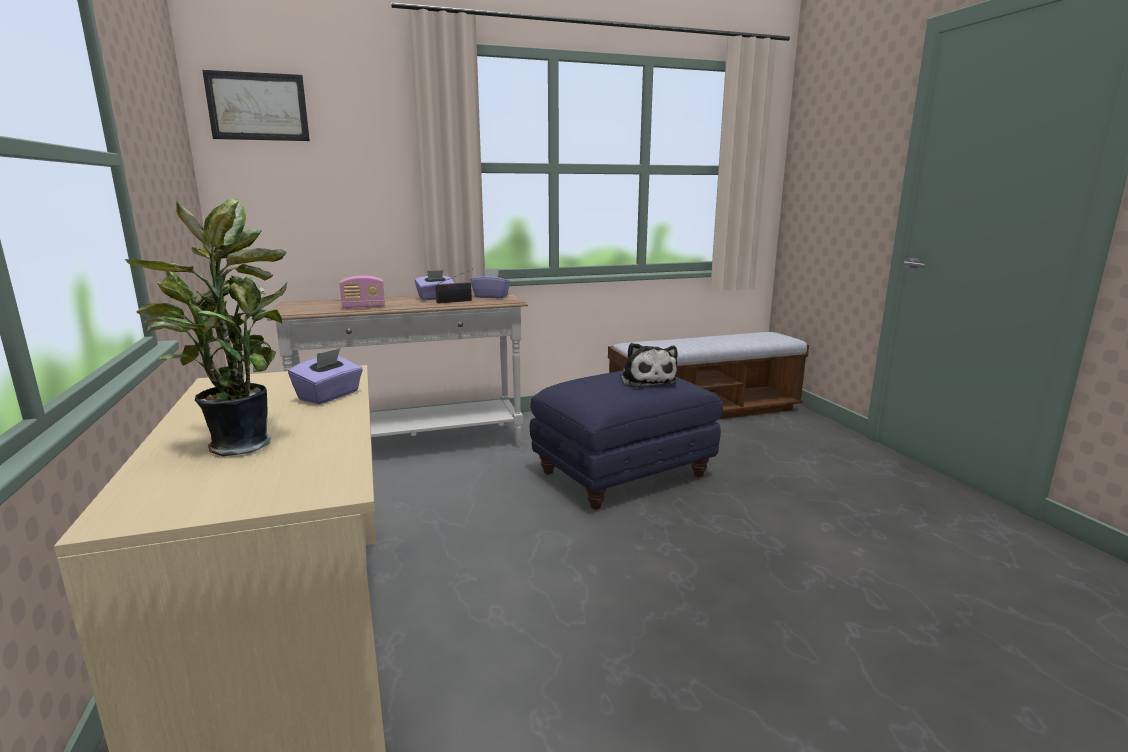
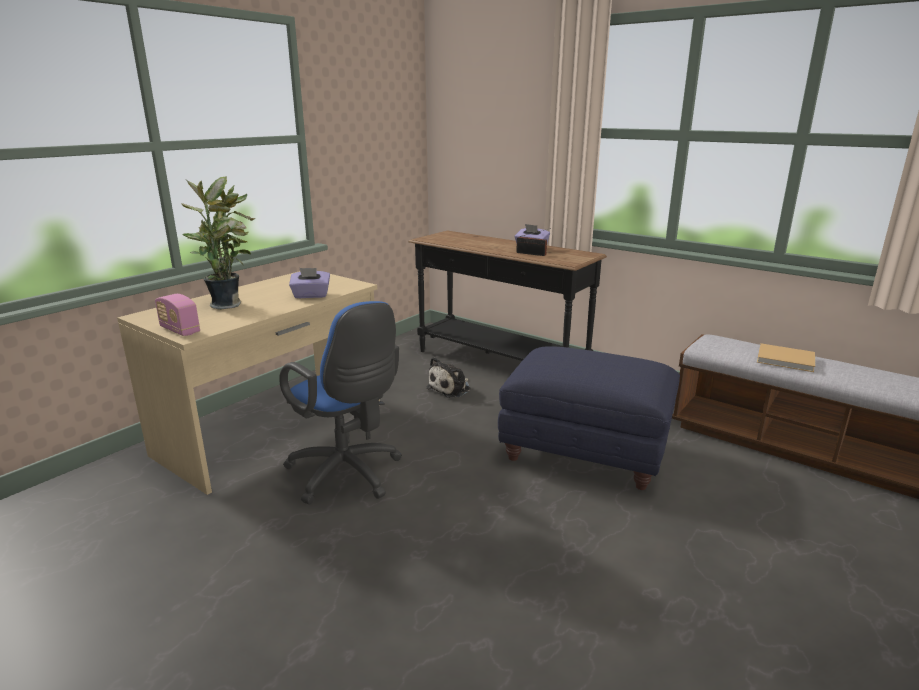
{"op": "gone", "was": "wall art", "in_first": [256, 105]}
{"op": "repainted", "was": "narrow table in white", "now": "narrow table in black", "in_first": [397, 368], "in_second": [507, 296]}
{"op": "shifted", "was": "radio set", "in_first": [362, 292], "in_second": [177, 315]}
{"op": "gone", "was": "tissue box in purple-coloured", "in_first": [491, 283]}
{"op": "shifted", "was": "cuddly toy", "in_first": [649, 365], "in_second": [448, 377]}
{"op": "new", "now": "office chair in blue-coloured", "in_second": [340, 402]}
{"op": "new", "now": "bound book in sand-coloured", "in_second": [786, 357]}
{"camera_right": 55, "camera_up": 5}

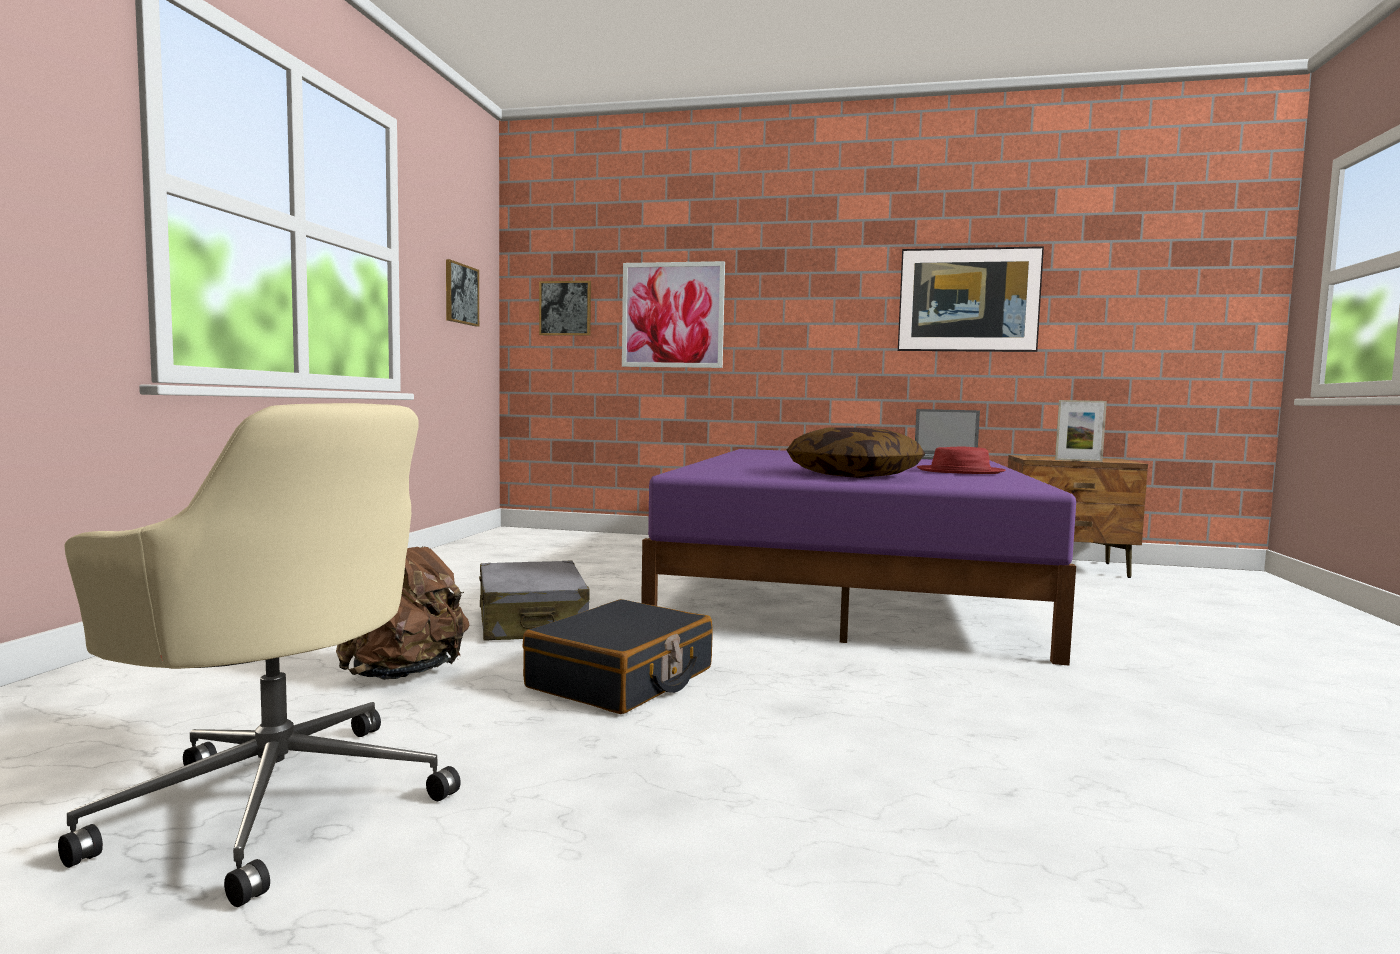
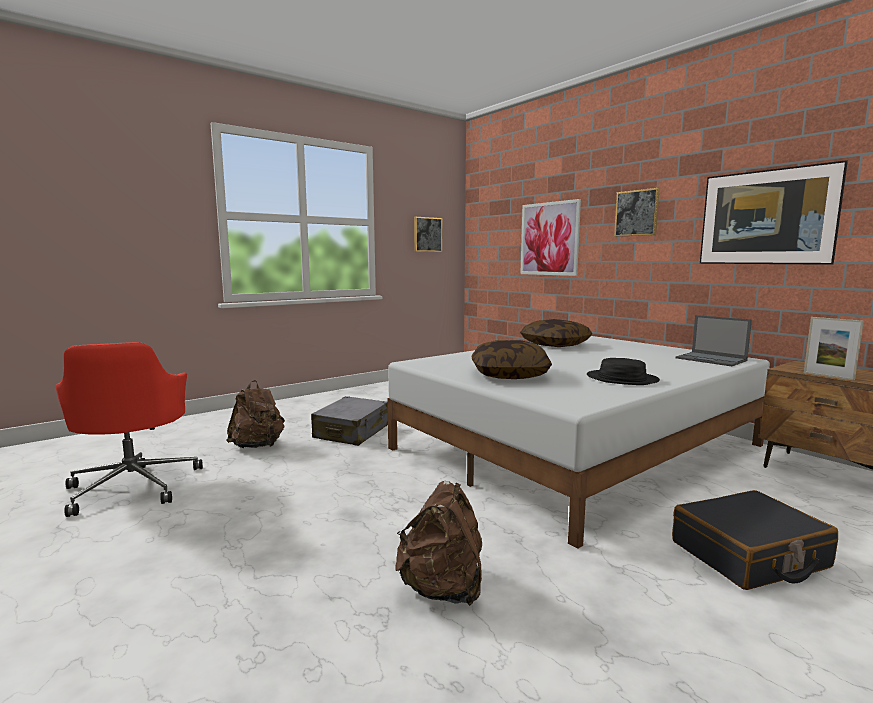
{"op": "repainted", "was": "office chair in sand-coloured", "now": "office chair in reddish", "in_first": [259, 655], "in_second": [129, 429]}
{"op": "shifted", "was": "piece of luggage in black", "in_first": [618, 656], "in_second": [755, 540]}
{"op": "shifted", "was": "wall art", "in_first": [565, 308], "in_second": [637, 212]}
{"op": "repainted", "was": "bedroom bed in purple-coloured", "now": "bedroom bed in white", "in_first": [858, 557], "in_second": [578, 442]}
{"op": "repainted", "was": "hat in reddish", "now": "hat in black", "in_first": [961, 460], "in_second": [623, 371]}
{"op": "new", "now": "rucksack in brown", "in_second": [438, 543]}
{"op": "new", "now": "cushion", "in_second": [556, 333]}
{"camera_right": 40, "camera_up": 5}

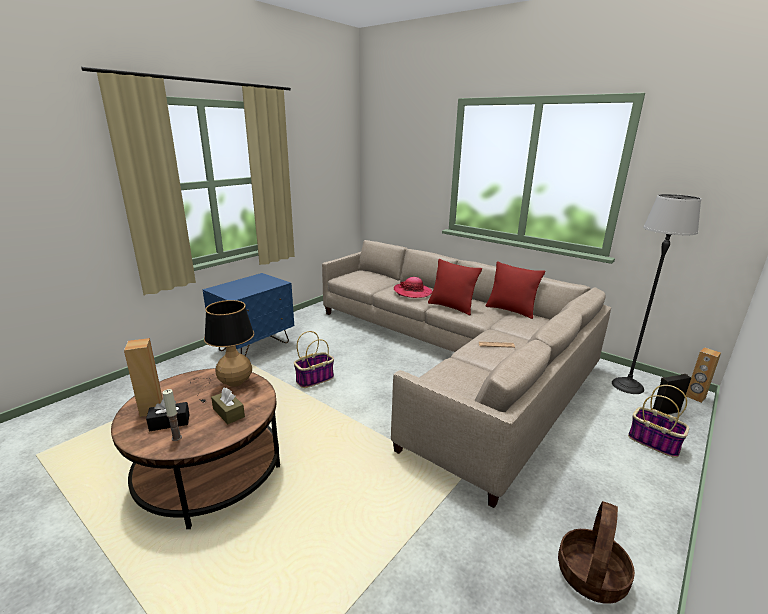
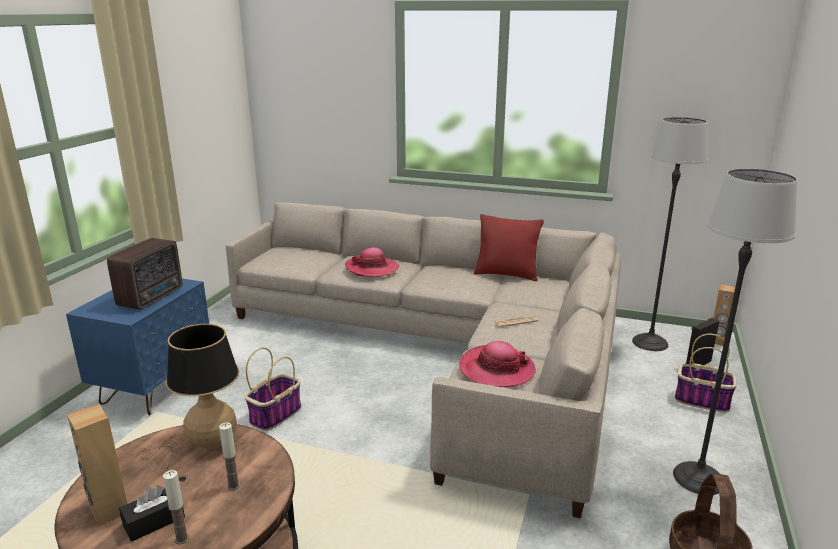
{"op": "swapped", "was": "tissue box in brown", "now": "wax candle", "in_first": [228, 406], "in_second": [229, 456]}
{"op": "gone", "was": "cushion in reddish", "in_first": [455, 287]}
{"op": "new", "now": "radio set", "in_second": [144, 274]}
{"op": "new", "now": "hat", "in_second": [497, 364]}
{"op": "new", "now": "standing lamp", "in_second": [735, 332]}
{"camera_right": -20, "camera_up": 0}

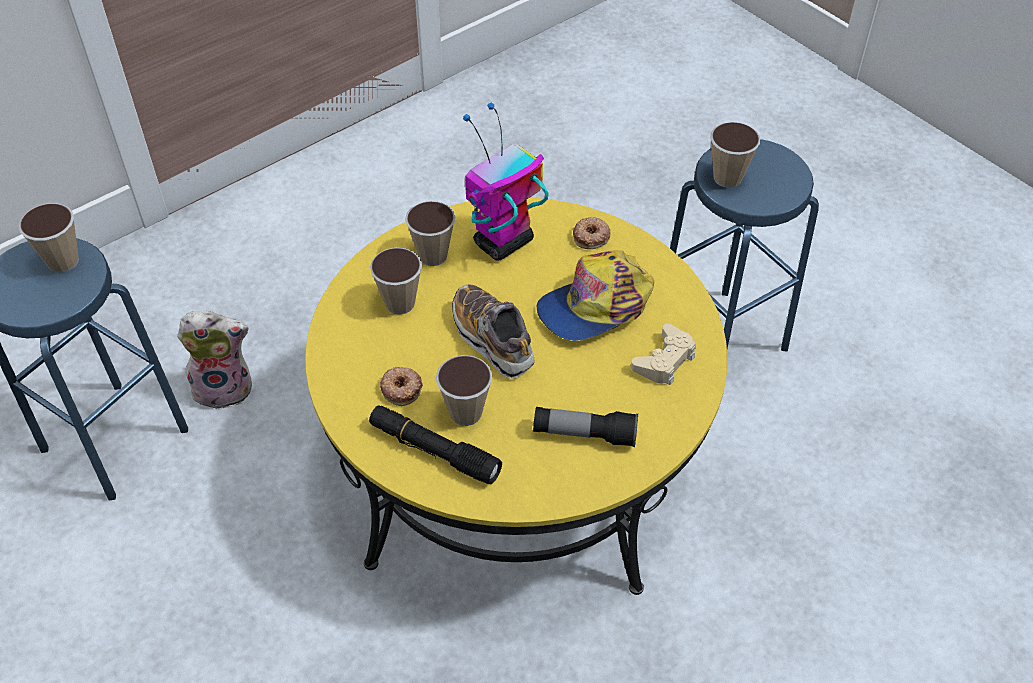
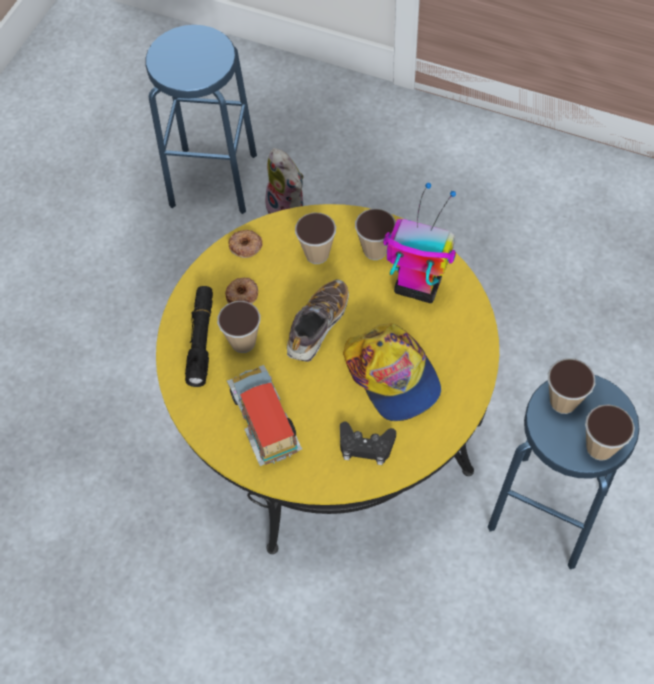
{"op": "shifted", "was": "drinking cup", "in_first": [49, 238], "in_second": [610, 432]}
{"op": "swapped", "was": "torch", "now": "toy truck", "in_first": [585, 427], "in_second": [264, 415]}
{"op": "rotated", "was": "baseball cap", "in_first": [595, 295], "in_second": [392, 372], "clockwise": -150}
{"op": "shifted", "was": "ring doughnut", "in_first": [591, 233], "in_second": [245, 244]}
{"op": "repainted", "was": "joypad in sand-coloured", "now": "joypad in black", "in_first": [663, 354], "in_second": [368, 443]}
{"camera_right": 65, "camera_up": 10}

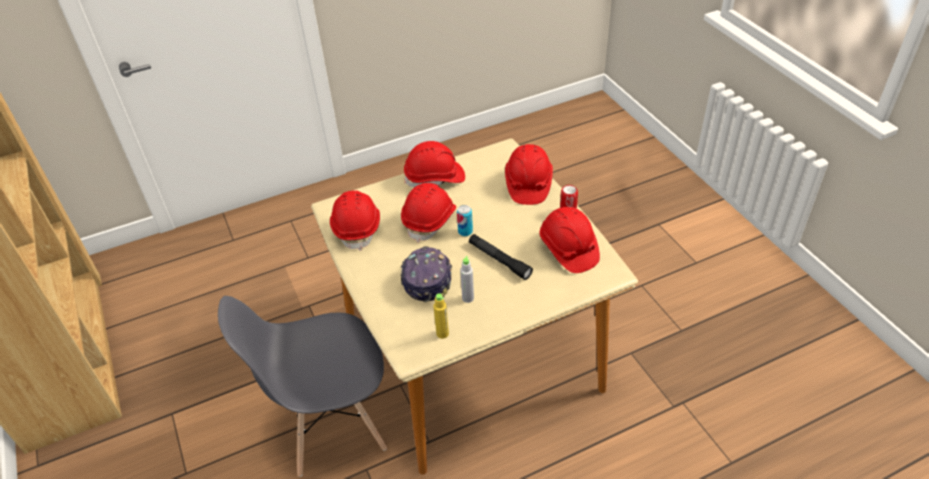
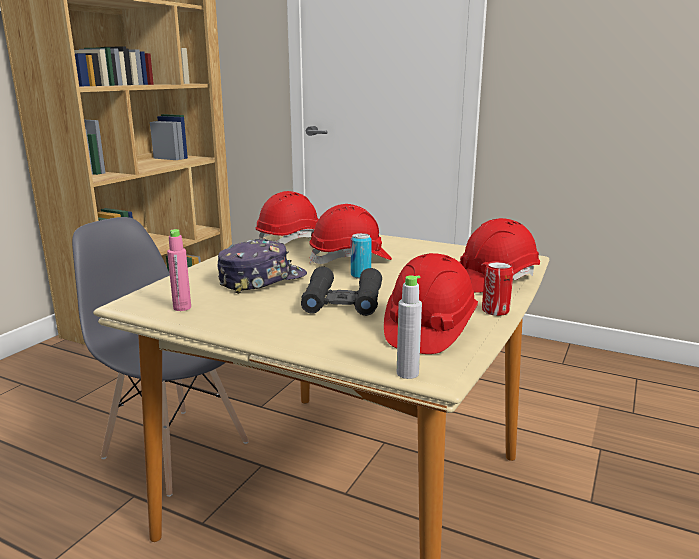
{"op": "gone", "was": "work helmet in reddish", "in_first": [434, 164]}
{"op": "repainted", "was": "beverage bottle in yellow-coloured", "now": "beverage bottle in pink", "in_first": [441, 316], "in_second": [179, 270]}
{"op": "shifted", "was": "beverage bottle in gray", "in_first": [467, 279], "in_second": [409, 327]}
{"op": "swapped", "was": "torch in black", "now": "field glasses in black", "in_first": [501, 257], "in_second": [341, 291]}
{"camera_right": 50, "camera_up": -25}

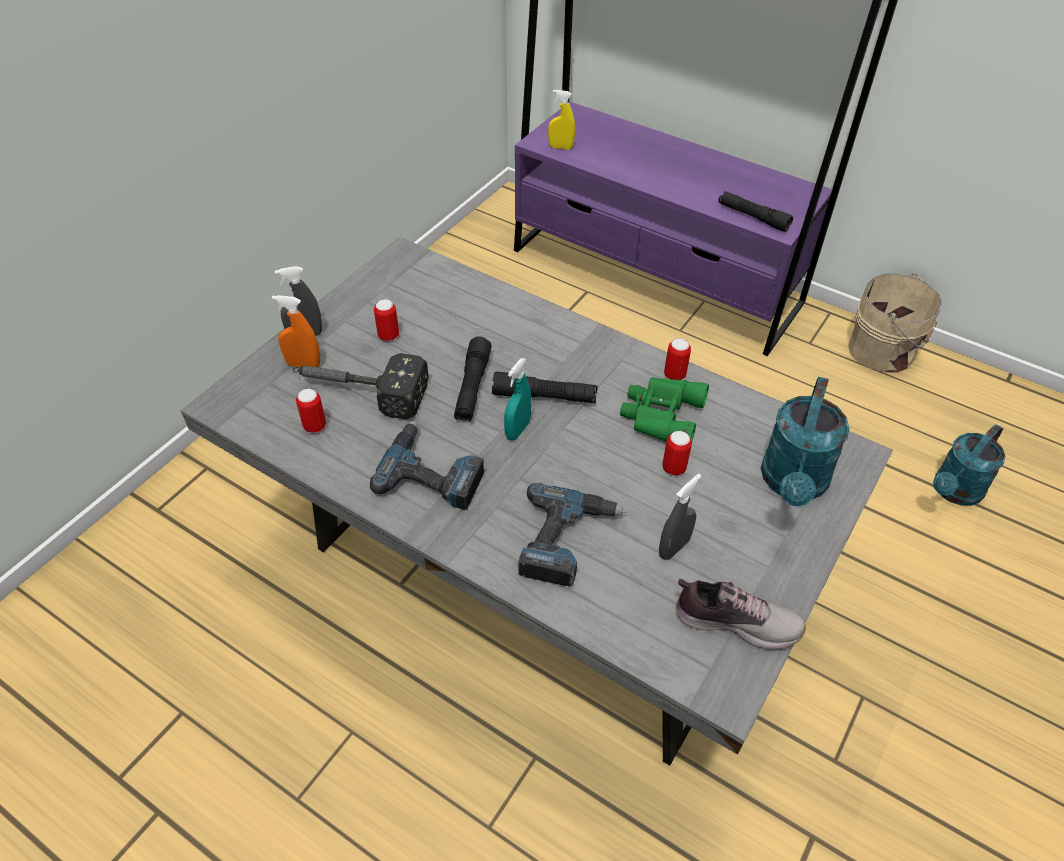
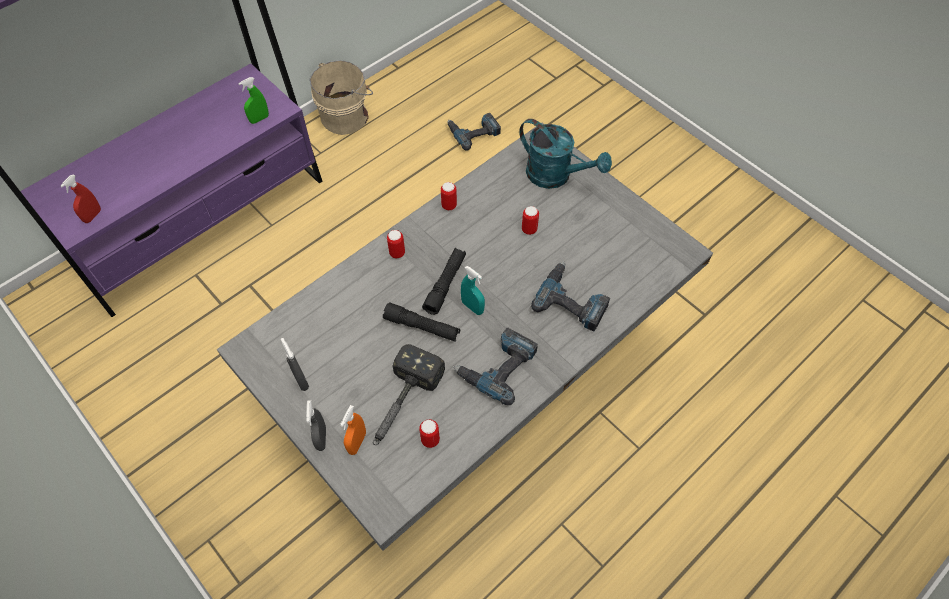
{"op": "shifted", "was": "metal can", "in_first": [386, 320], "in_second": [396, 244]}
{"op": "repainted", "was": "sprayer in yellow-coloured", "now": "sprayer in reddish", "in_first": [561, 120], "in_second": [81, 199]}
{"op": "gone", "was": "field glasses in green", "in_first": [664, 409]}
{"op": "shifted", "was": "sprayer in gray", "in_first": [680, 517], "in_second": [295, 364]}
{"op": "gone", "was": "item of footwear", "in_first": [741, 614]}
{"op": "swapped", "was": "torch in black", "now": "sprayer in green", "in_first": [755, 211], "in_second": [253, 100]}
{"op": "swapped", "was": "watering pot in turquoise", "now": "power drill", "in_first": [969, 465], "in_second": [474, 132]}
{"camera_right": -75, "camera_up": 10}

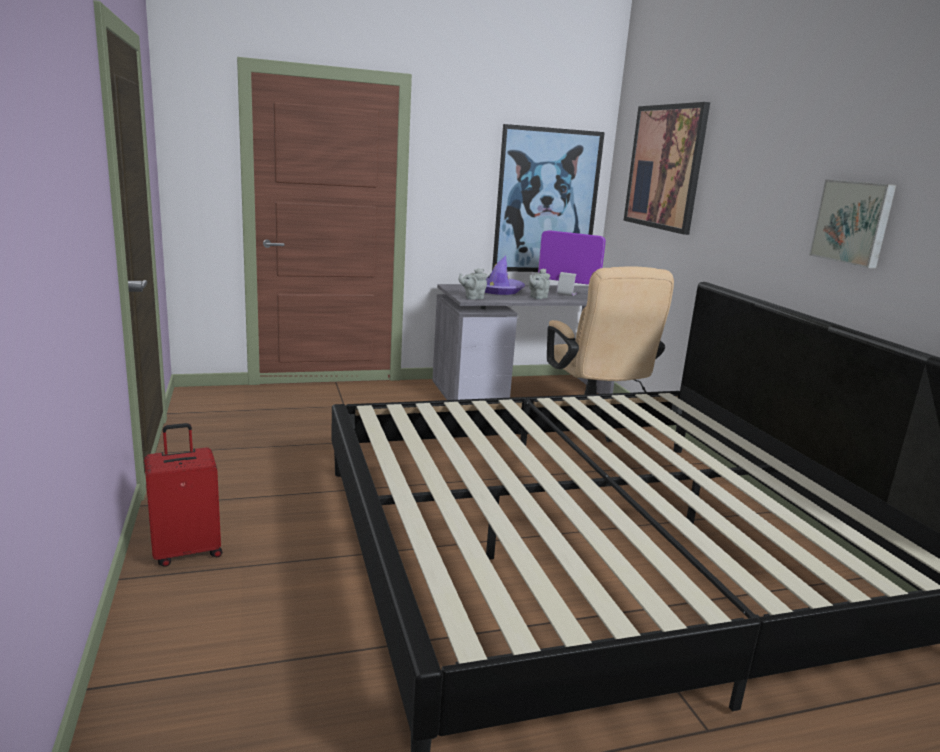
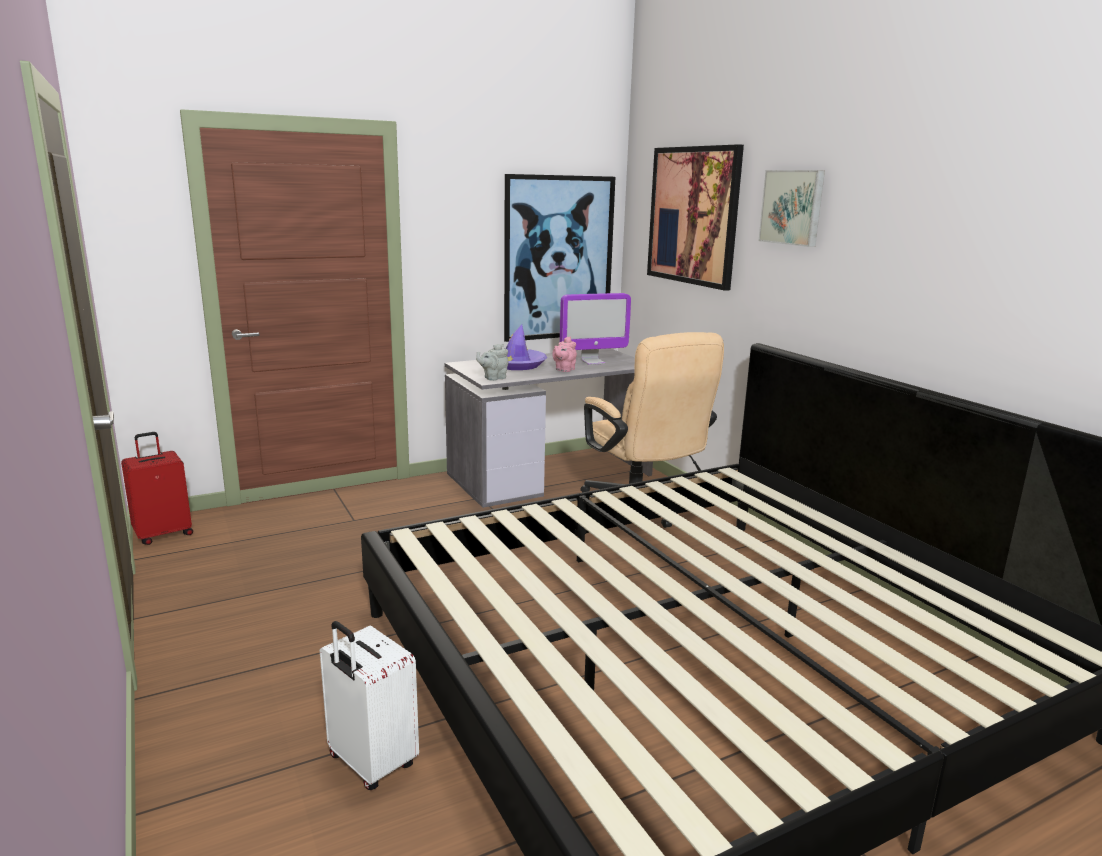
{"op": "shifted", "was": "piece of luggage in reddish", "in_first": [183, 495], "in_second": [157, 488]}
{"op": "repainted", "was": "tea pot in gray", "now": "tea pot in pink", "in_first": [539, 284], "in_second": [564, 354]}
{"op": "rotated", "was": "computer display", "in_first": [572, 263], "in_second": [595, 329], "clockwise": 150}
{"op": "shifted", "was": "wall art", "in_first": [852, 223], "in_second": [791, 208]}
{"op": "new", "now": "piece of luggage in white", "in_second": [369, 705]}
{"camera_right": -10, "camera_up": 0}

